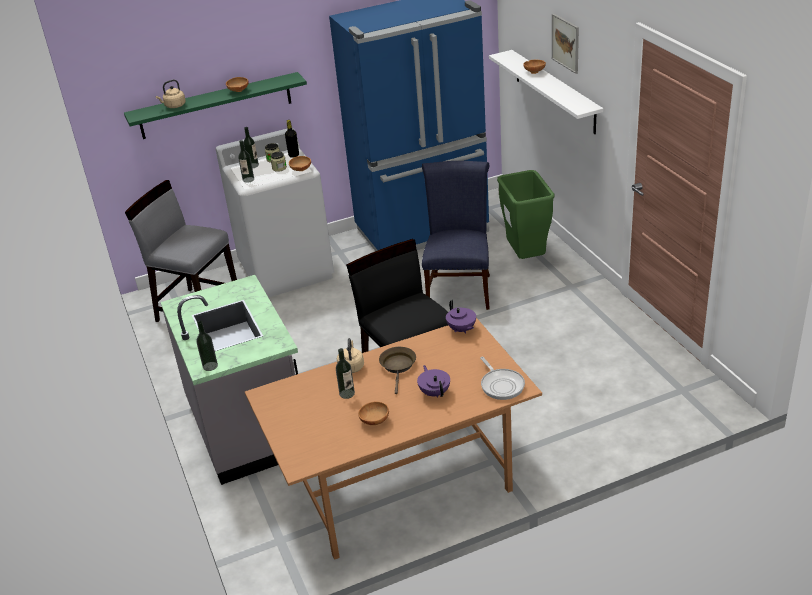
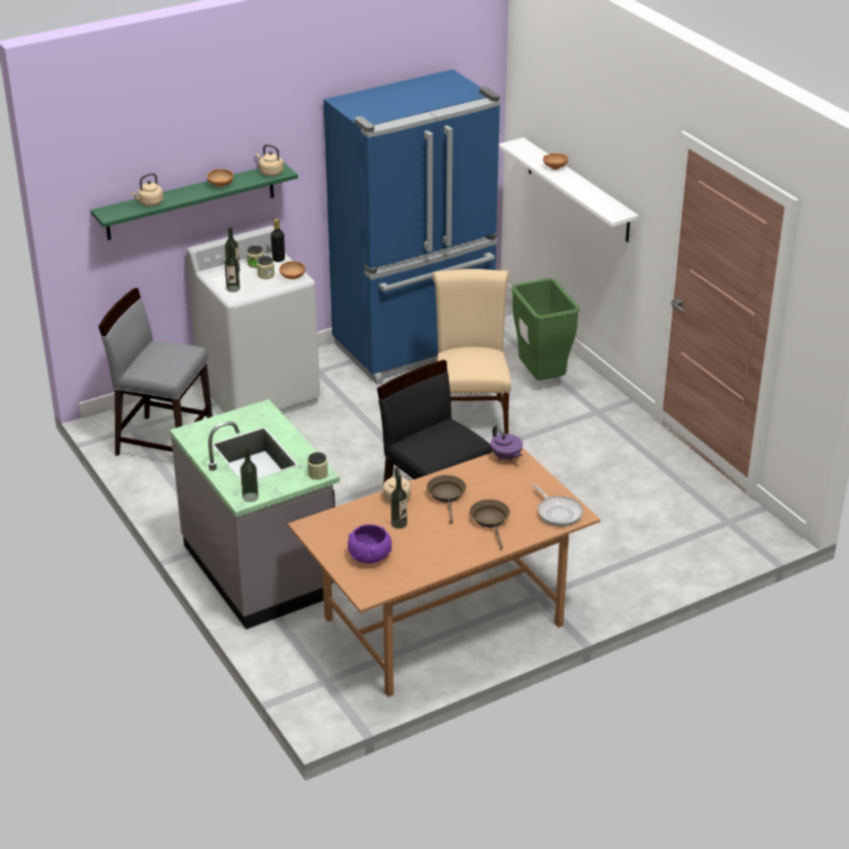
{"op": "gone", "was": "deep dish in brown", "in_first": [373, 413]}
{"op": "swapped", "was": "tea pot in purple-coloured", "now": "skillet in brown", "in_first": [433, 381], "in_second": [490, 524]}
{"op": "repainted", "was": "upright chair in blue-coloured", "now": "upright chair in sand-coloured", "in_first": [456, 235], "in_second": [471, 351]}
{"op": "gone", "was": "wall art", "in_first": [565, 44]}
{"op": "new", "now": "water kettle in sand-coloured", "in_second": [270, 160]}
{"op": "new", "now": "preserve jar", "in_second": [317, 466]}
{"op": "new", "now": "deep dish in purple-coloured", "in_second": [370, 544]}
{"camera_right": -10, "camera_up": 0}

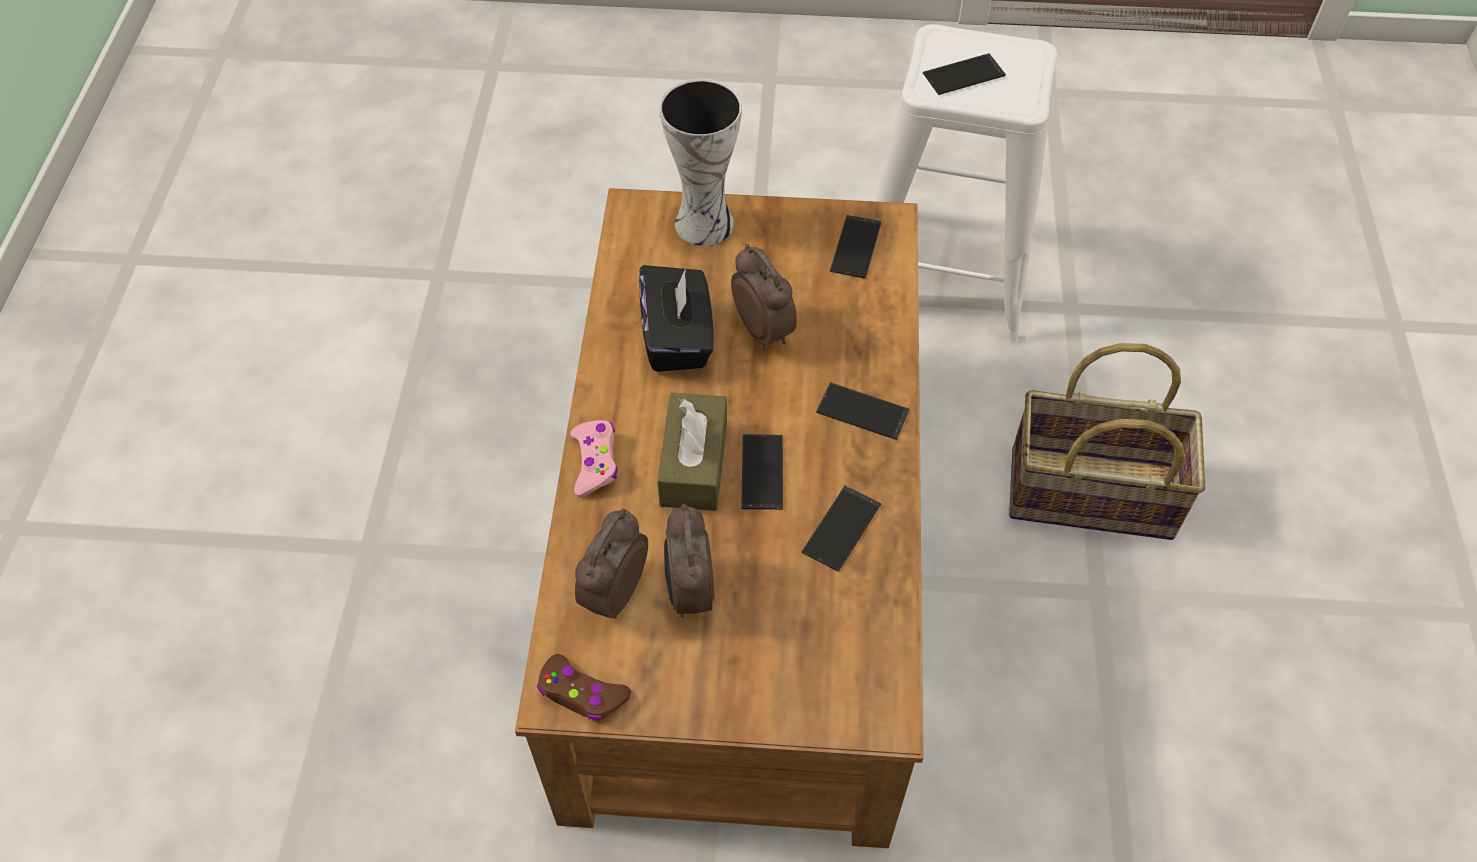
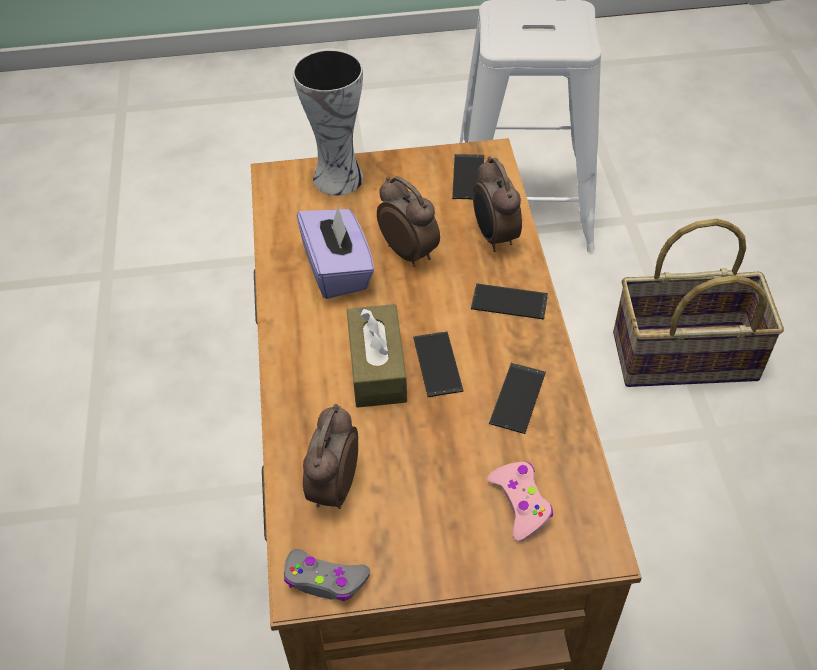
{"op": "repainted", "was": "joypad in brown", "now": "joypad in gray", "in_first": [584, 687], "in_second": [327, 575]}
{"op": "shifted", "was": "joypad in pink", "in_first": [594, 458], "in_second": [520, 502]}
{"op": "repainted", "was": "tissue box in black", "now": "tissue box in purple-coloured", "in_first": [676, 318], "in_second": [335, 252]}
{"op": "shifted", "was": "table clock", "in_first": [689, 561], "in_second": [497, 204]}
{"op": "gone", "was": "phone", "in_first": [964, 74]}
{"camera_right": -10, "camera_up": -5}

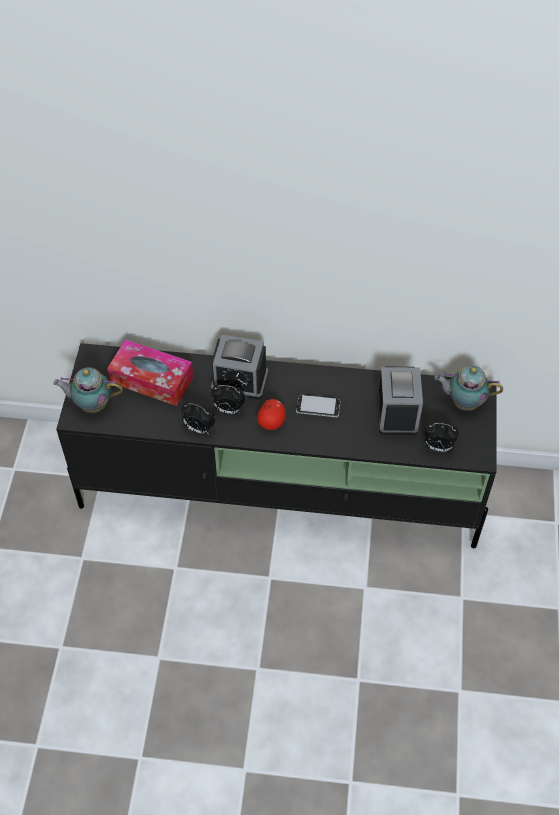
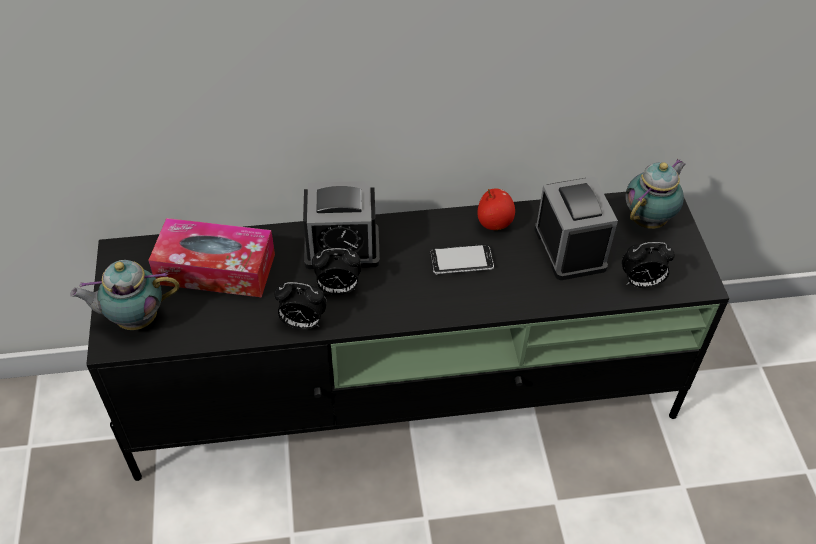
{"op": "shifted", "was": "apple", "in_first": [271, 414], "in_second": [496, 209]}
{"op": "rotated", "was": "tea pot", "in_first": [468, 388], "in_second": [656, 194], "clockwise": 135}
{"camera_right": -15, "camera_up": -5}

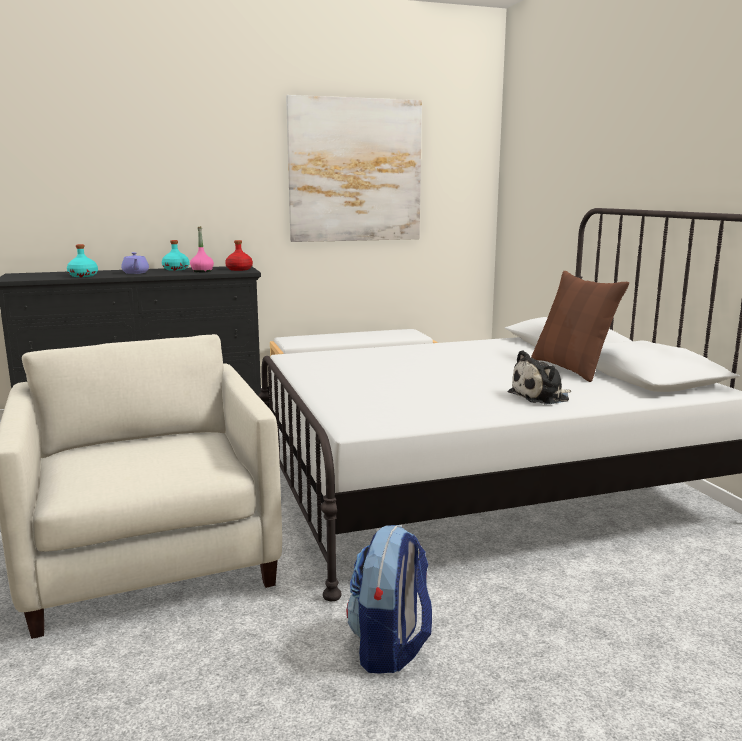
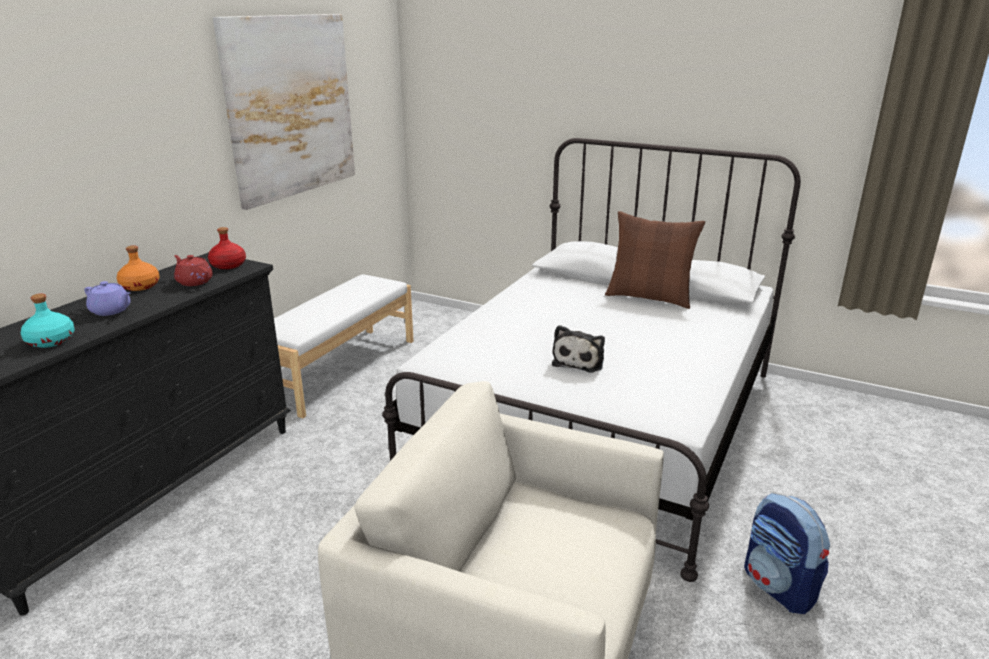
{"op": "repainted", "was": "beverage bottle in turquoise", "now": "beverage bottle in orangey", "in_first": [175, 255], "in_second": [138, 268]}
{"op": "swapped", "was": "beverage bottle in pink", "now": "tea pot in reddish", "in_first": [202, 249], "in_second": [193, 270]}
{"op": "shifted", "was": "cuddly toy", "in_first": [539, 377], "in_second": [578, 348]}
{"camera_right": -45, "camera_up": 10}

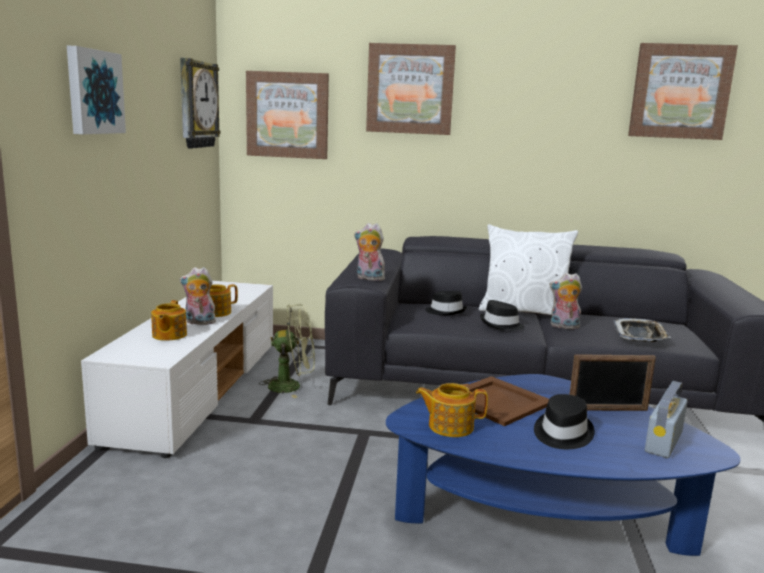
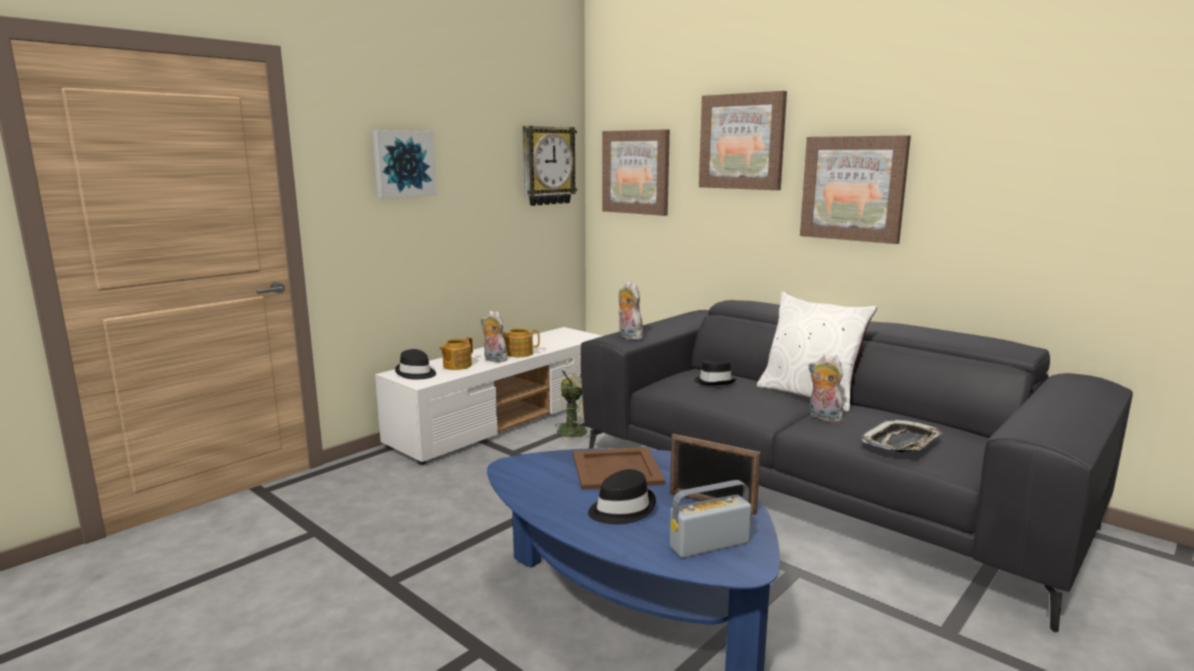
{"op": "gone", "was": "tea pot", "in_first": [452, 410]}
{"op": "shifted", "was": "hat in black", "in_first": [502, 315], "in_second": [415, 364]}
{"op": "shifted", "was": "wall art", "in_first": [683, 91], "in_second": [855, 189]}
{"camera_right": 35, "camera_up": 0}

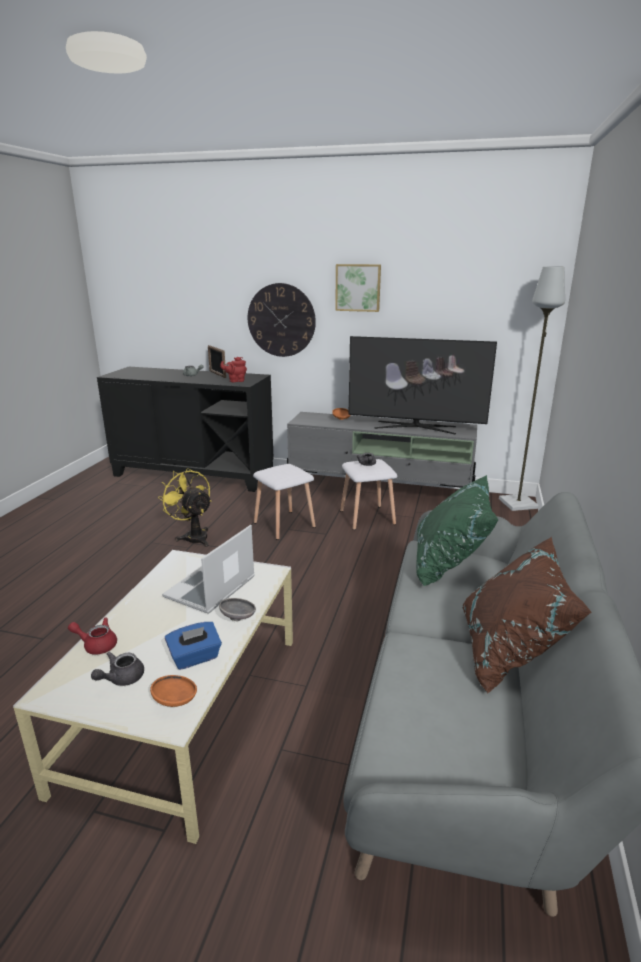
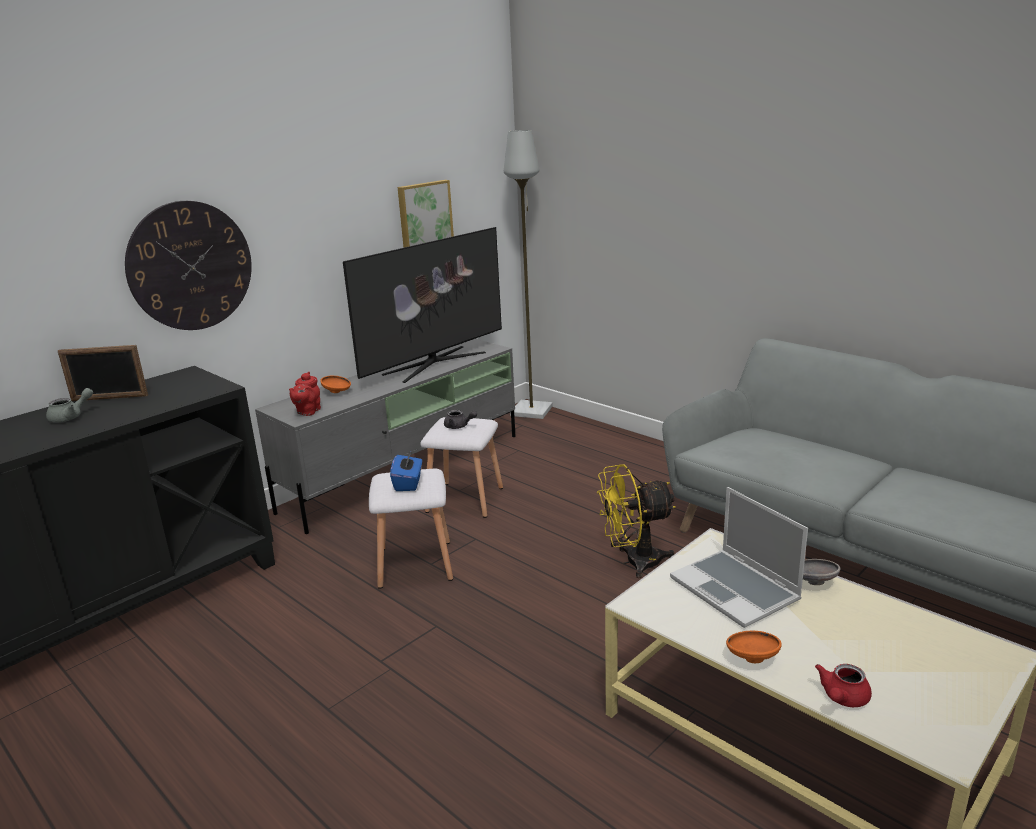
{"op": "gone", "was": "tea pot in gray", "in_first": [117, 669]}
{"op": "shifted", "was": "deep dish in orangey", "in_first": [173, 691], "in_second": [754, 647]}
{"op": "shifted", "was": "electric fan in yellow-coloured", "in_first": [185, 507], "in_second": [636, 521]}
{"op": "shifted", "was": "tissue box in blue-coloured", "in_first": [193, 646], "in_second": [406, 470]}
{"op": "shifted", "was": "tea pot in reddish", "in_first": [233, 369], "in_second": [305, 393]}
{"op": "shifted", "was": "wall art", "in_first": [358, 288], "in_second": [425, 214]}
{"op": "gone", "was": "cushion in green", "in_first": [457, 530]}
{"op": "gone", "was": "cushion in brown", "in_first": [527, 615]}
{"camera_right": -60, "camera_up": 0}

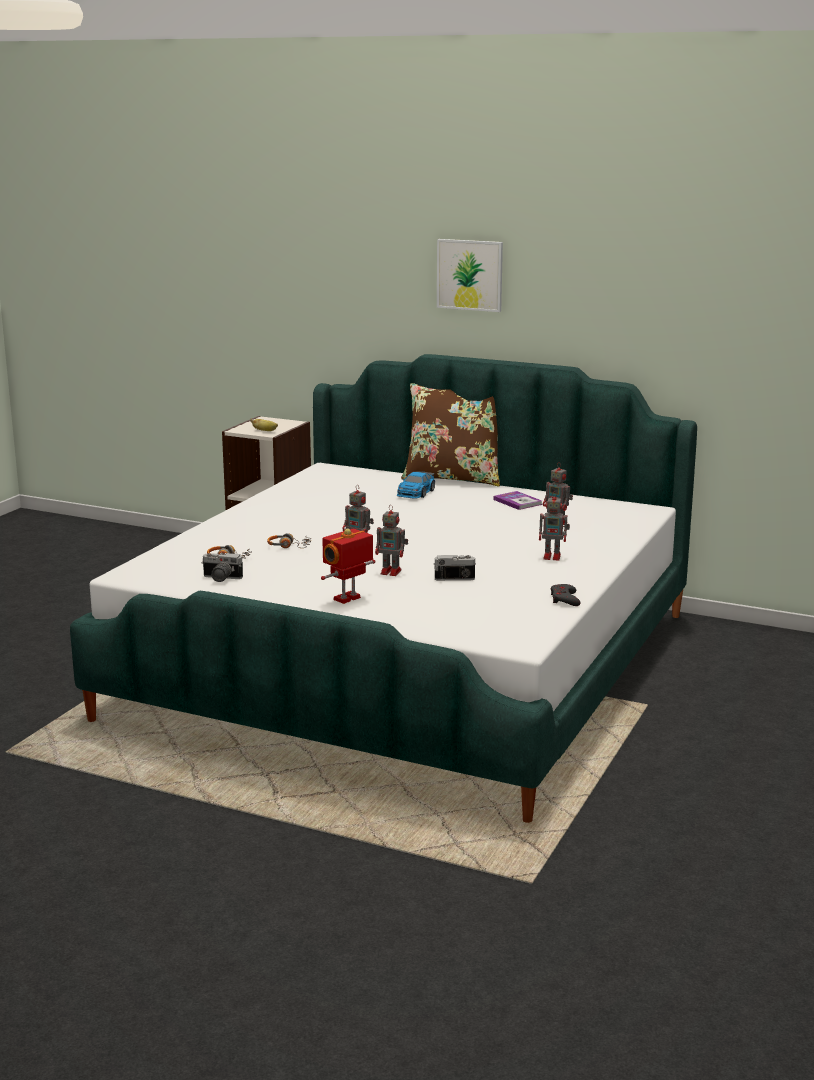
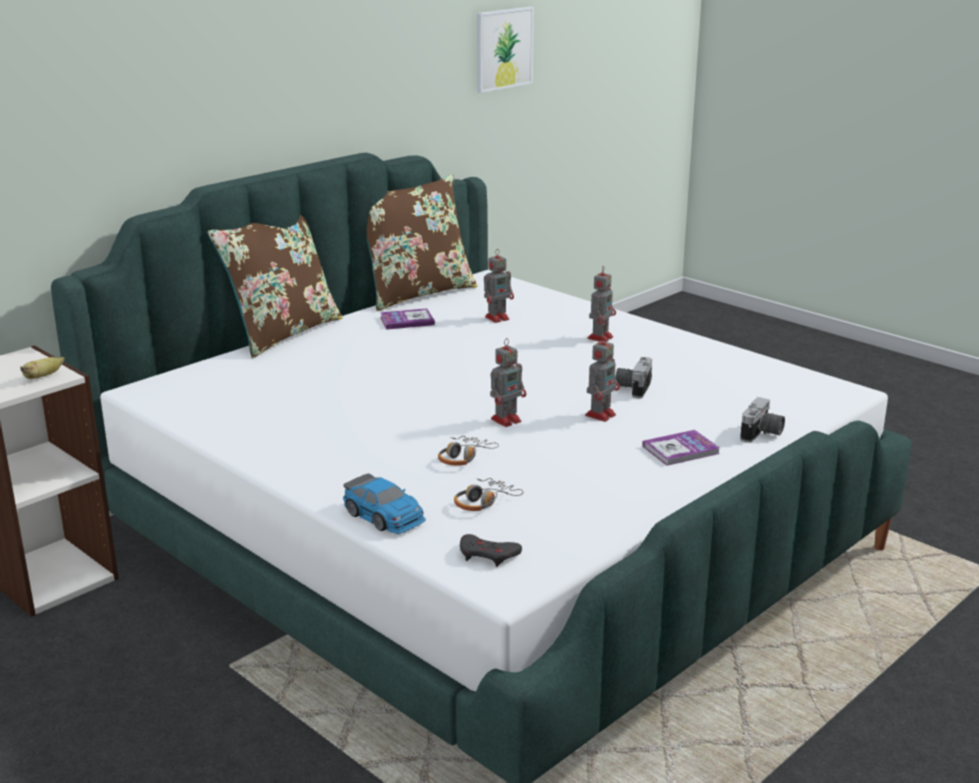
{"op": "shifted", "was": "still camera", "in_first": [222, 567], "in_second": [762, 420]}
{"op": "swapped", "was": "model robot", "now": "bound book", "in_first": [348, 566], "in_second": [681, 448]}
{"op": "shifted", "was": "miniature car", "in_first": [416, 485], "in_second": [384, 504]}
{"op": "shifted", "was": "wall art", "in_first": [470, 275], "in_second": [505, 50]}
{"op": "shifted", "was": "joypad in gray", "in_first": [565, 595], "in_second": [491, 550]}
{"op": "new", "now": "cushion in brown", "in_second": [422, 242]}
{"camera_right": -70, "camera_up": 5}

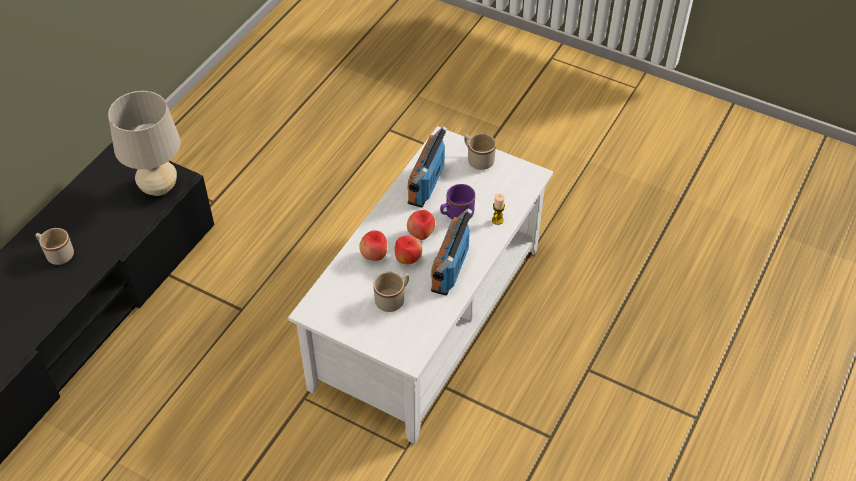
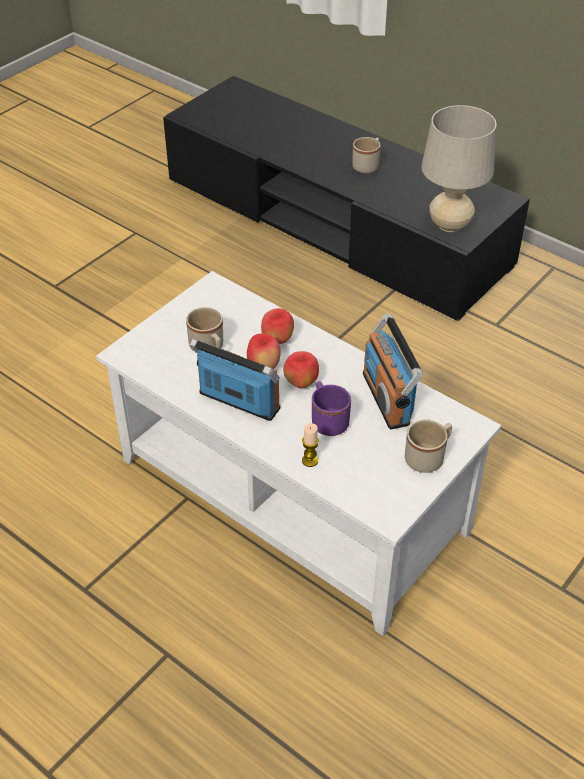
{"op": "rotated", "was": "radio set", "in_first": [427, 166], "in_second": [393, 371], "clockwise": -135}
{"camera_right": 100, "camera_up": -5}

